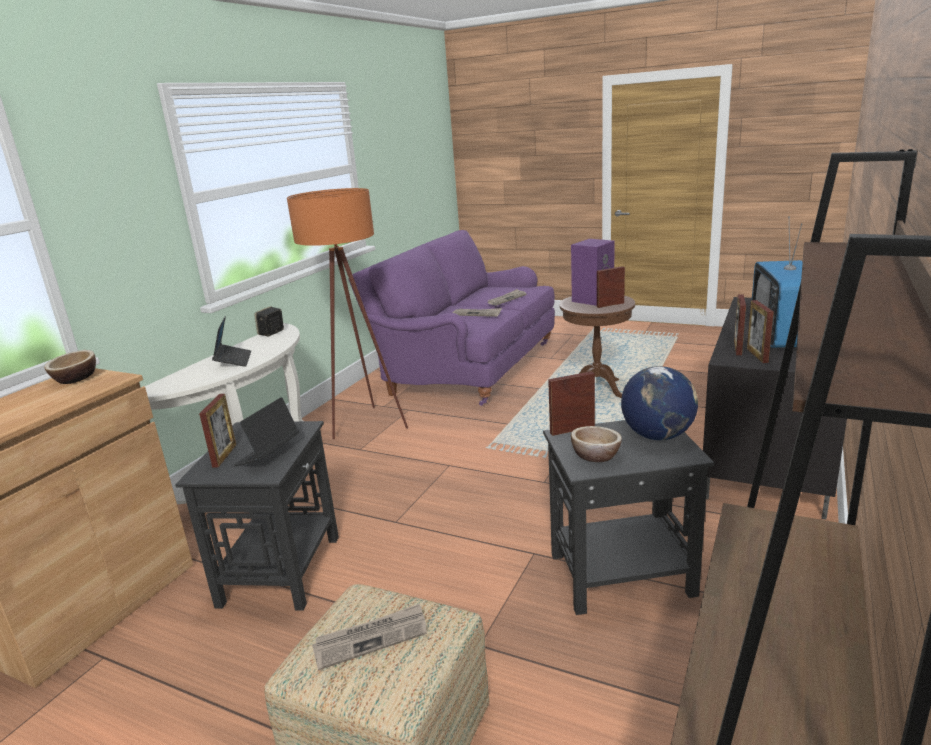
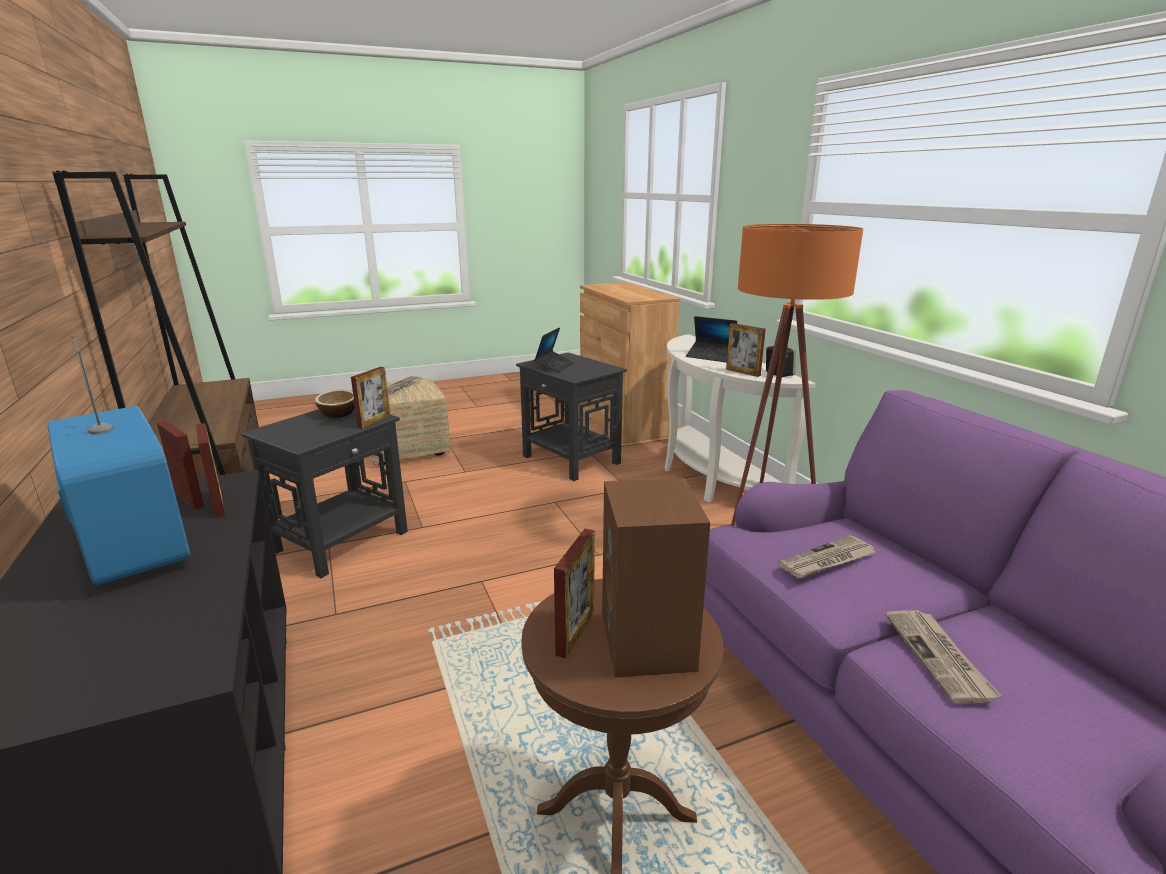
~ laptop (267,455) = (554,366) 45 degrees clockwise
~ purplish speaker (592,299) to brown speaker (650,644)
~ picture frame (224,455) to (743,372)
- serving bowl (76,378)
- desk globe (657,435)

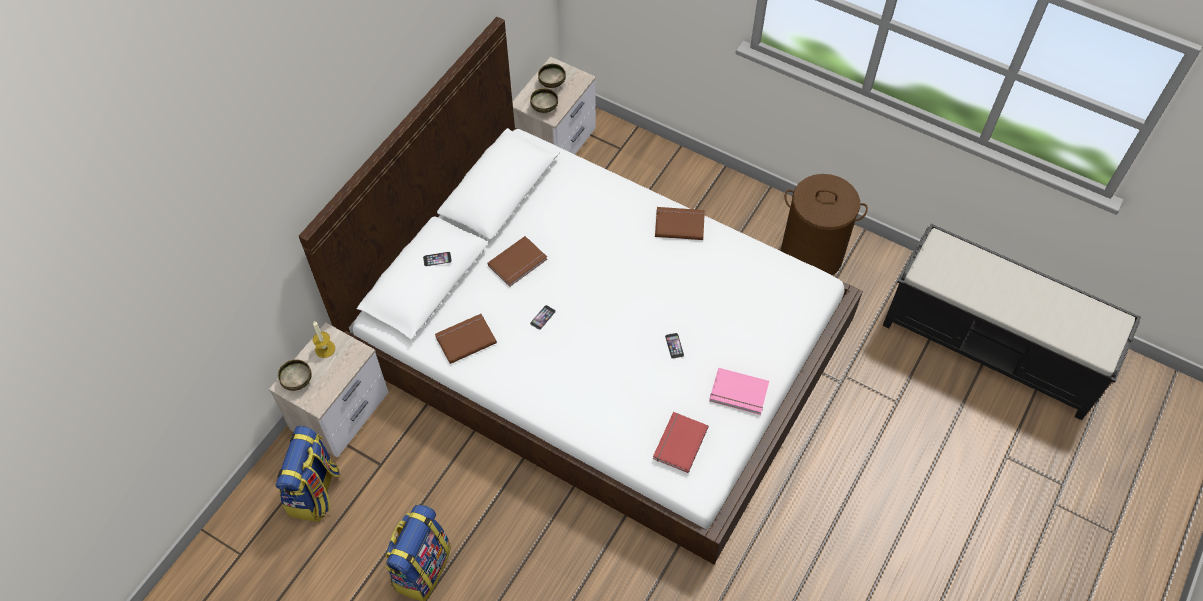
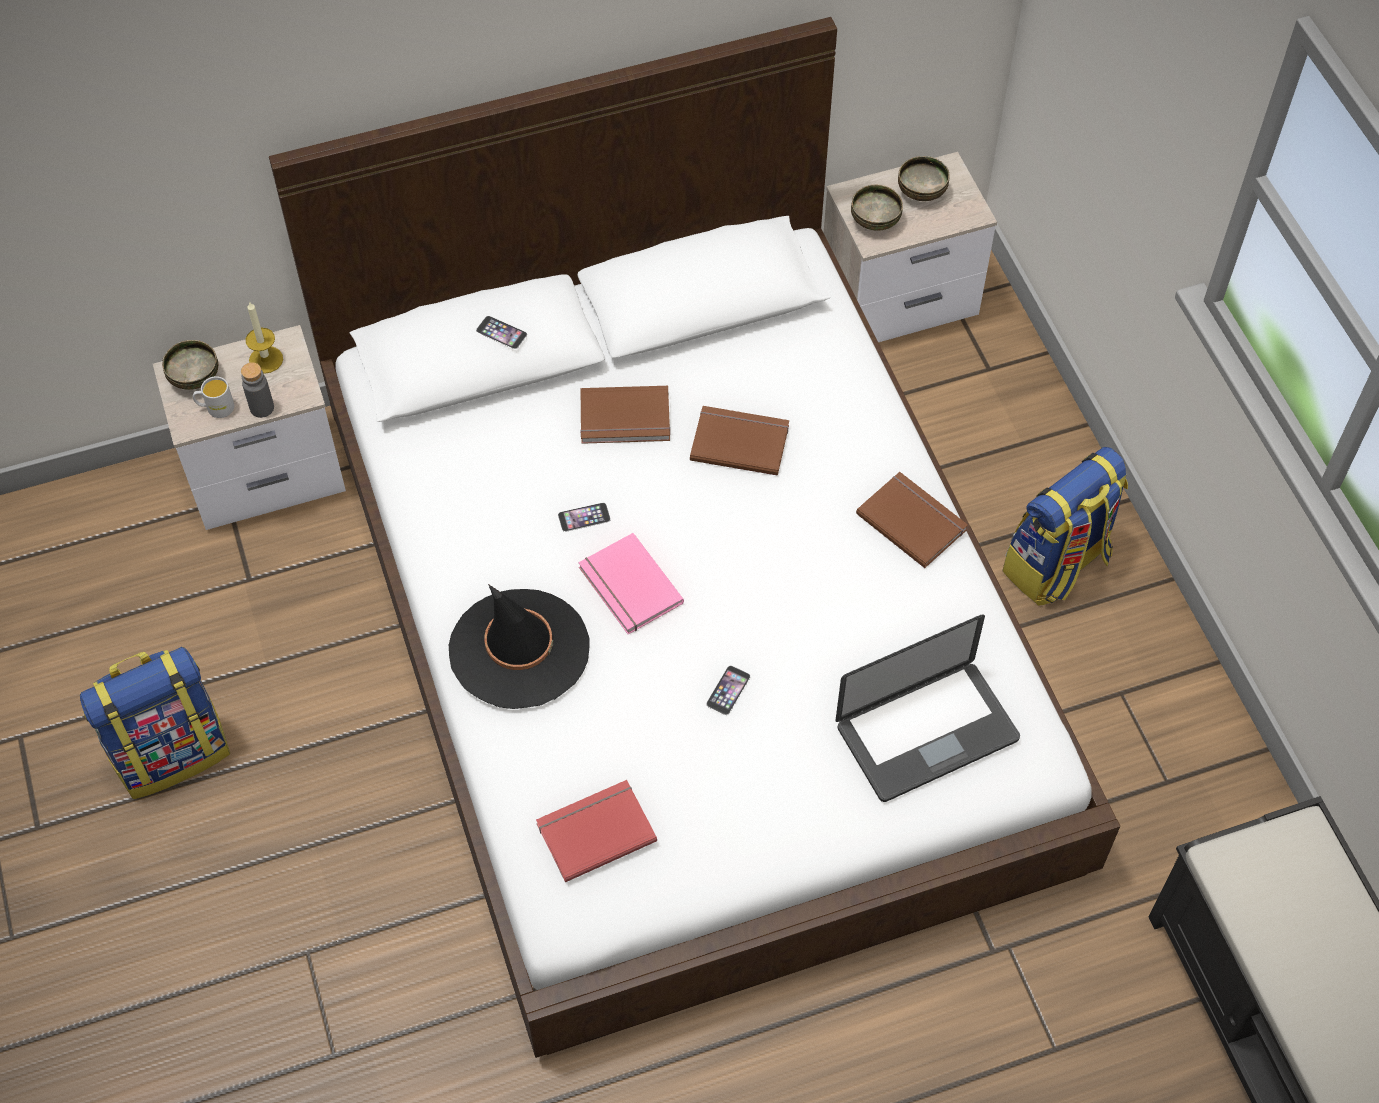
+ whitish coffee mug (215,408)
+ gray beverage bottle (262,408)
+ black-coloured clothing hat (519,649)
~ pinkish volume (738,394) to (628,587)
~ brown volume (465,338) to (739,440)
+ laptop (927,733)
~ knapsack (315,492) to (1057,565)
- brown washing basket (812,255)

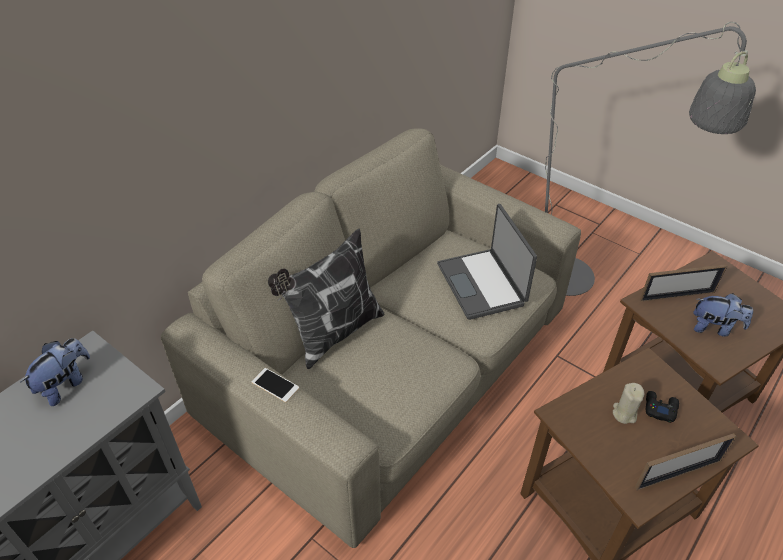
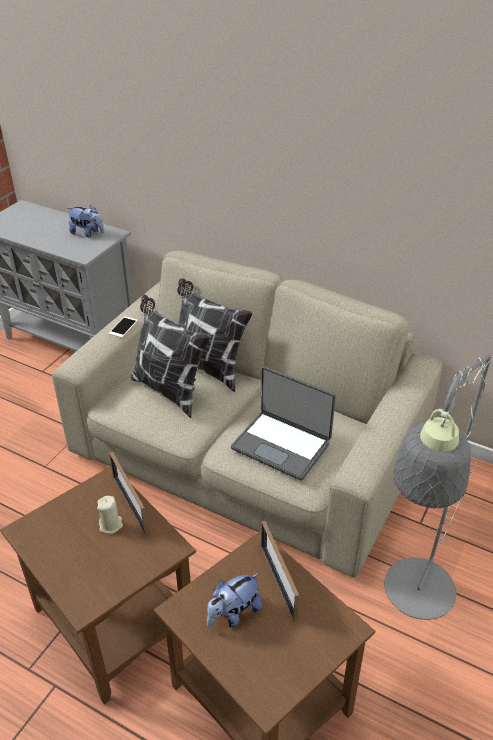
~ picture frame (678,473) to (130,504)
+ throw pillow (169,390)
~ plush toy (714,328) = (233,613) 45 degrees clockwise
~ laptop (482,284) = (282,444) 120 degrees counterclockwise
- black-coloured gamepad (659,408)

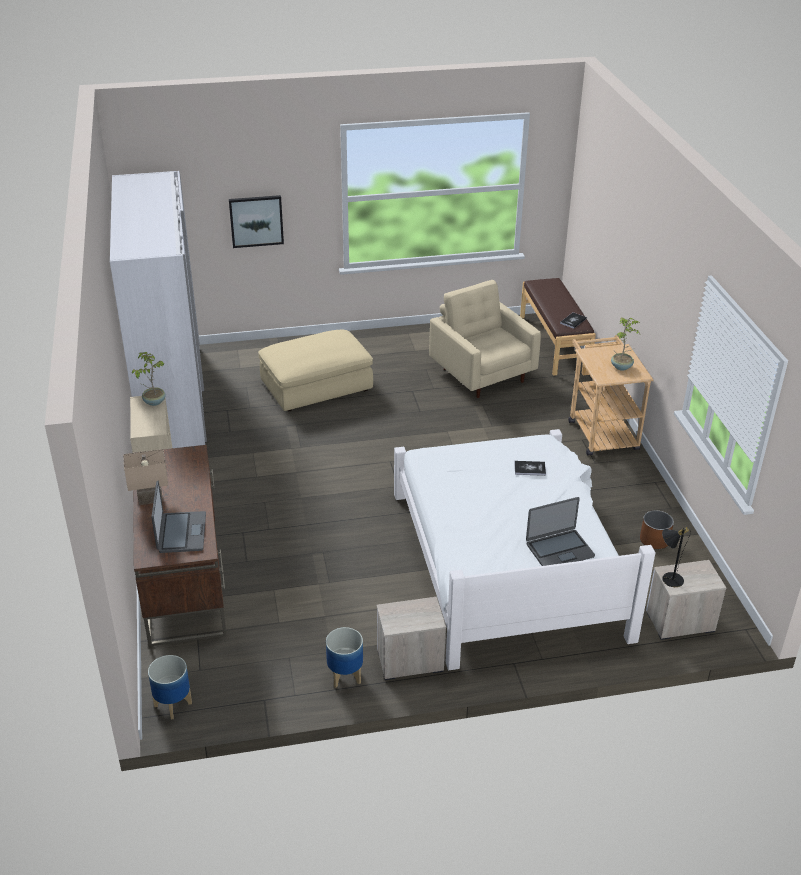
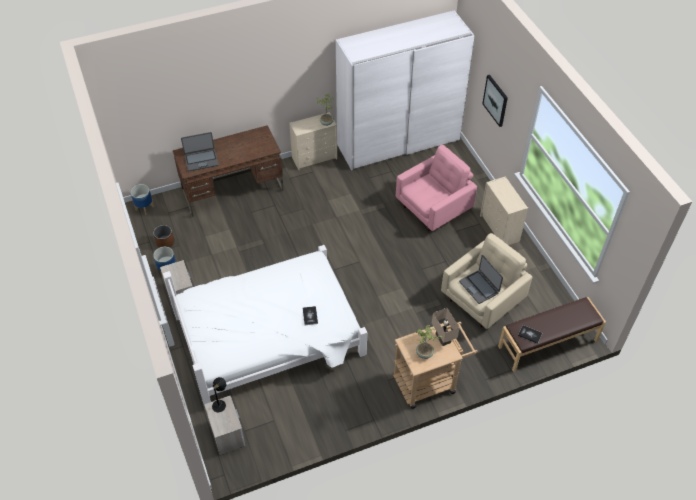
~ brown plant pot (654,540) to (165,242)
~ beige pouffe (317,386) to pinkish armchair (434,208)
~ beige tabletop lamp (150,499) to (442,338)
~ laptop (559,550) to (479,287)
+ beige drawer chest (499,229)

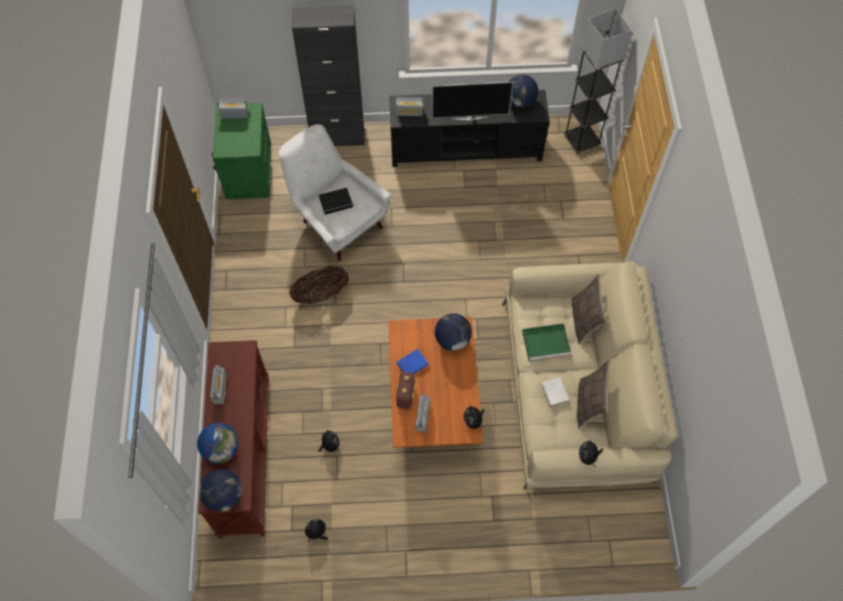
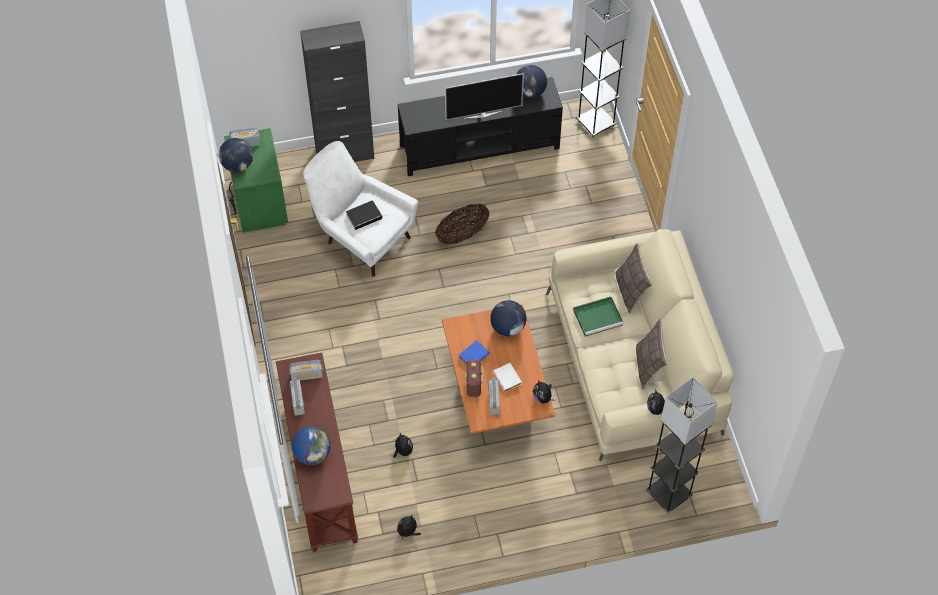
~ desk globe (224,496) to (238,165)
~ radio (409,112) to (307,375)
~ household basket (321,294) to (462,234)
~ whitish volume (555,393) to (508,379)
+ gray floor lamp (668,494)

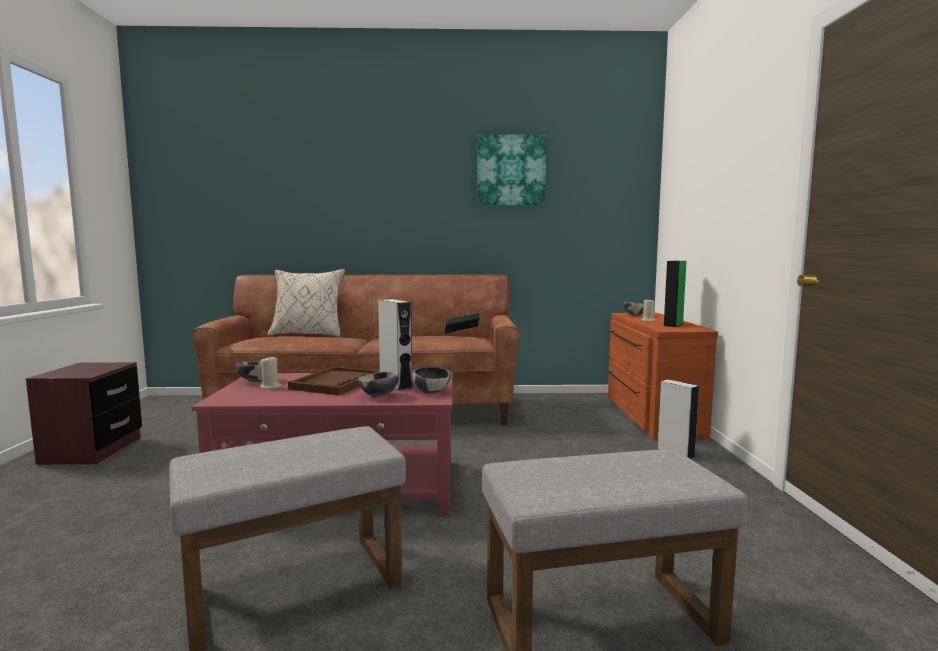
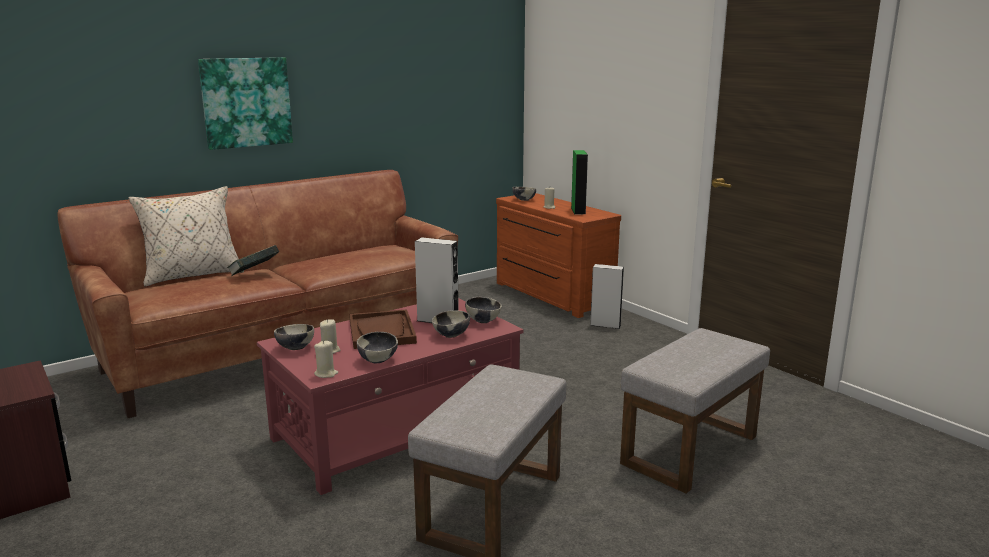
~ picture (511,170) to (246,102)
~ volume (461,334) to (254,274)
+ beige candle (326,374)
+ serving bowl (378,360)

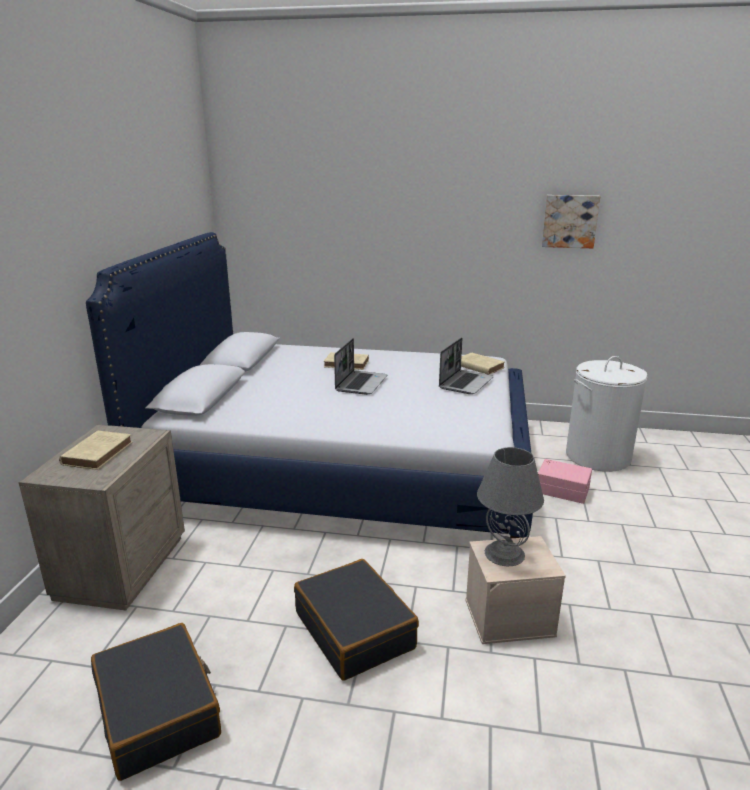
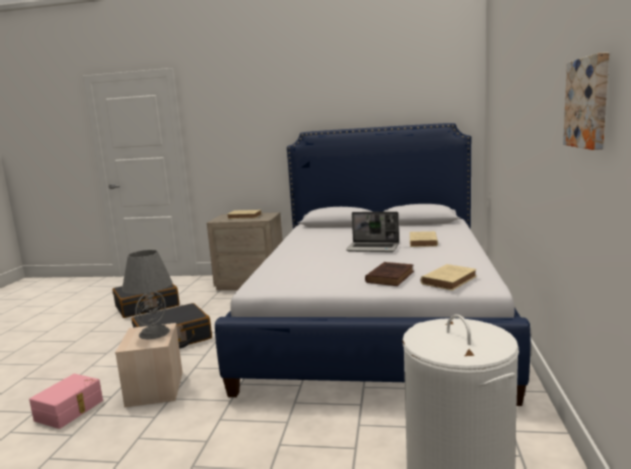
~ pinkish storage bin (562,489) to (70,410)
~ laptop (465,383) to brown volume (390,276)

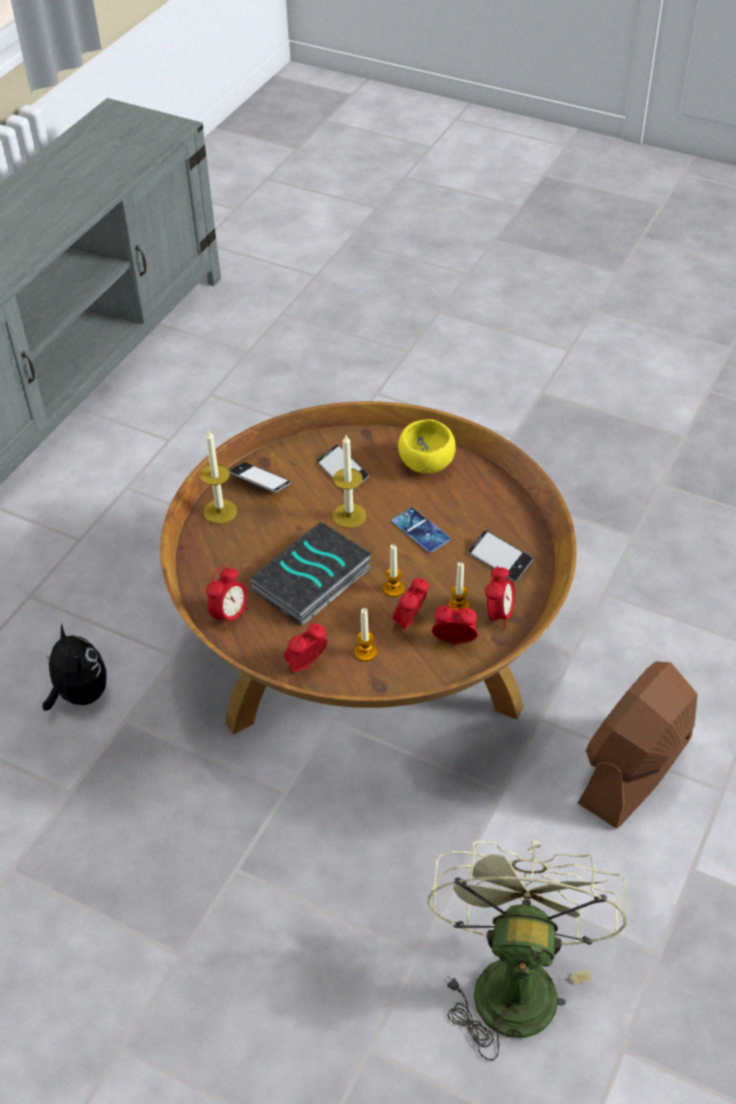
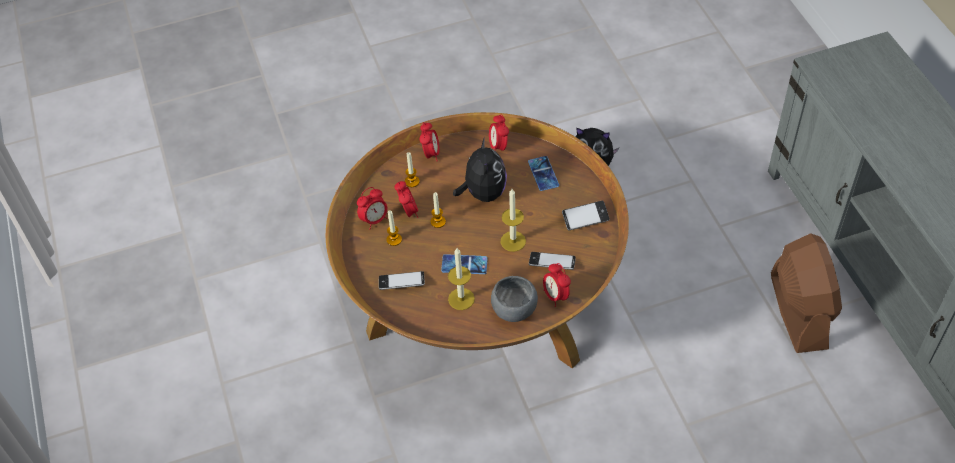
~ candle (220,511) to (461,299)
~ volume (312,581) to plush toy (483,193)
~ yellow serving bowl (425,463) to gray serving bowl (515,308)
+ handset (543,173)
~ bedside clock (498,614) to (556,296)
~ brown cooling fan (634,771) to (798,311)
- greenish cooling fan (512,977)

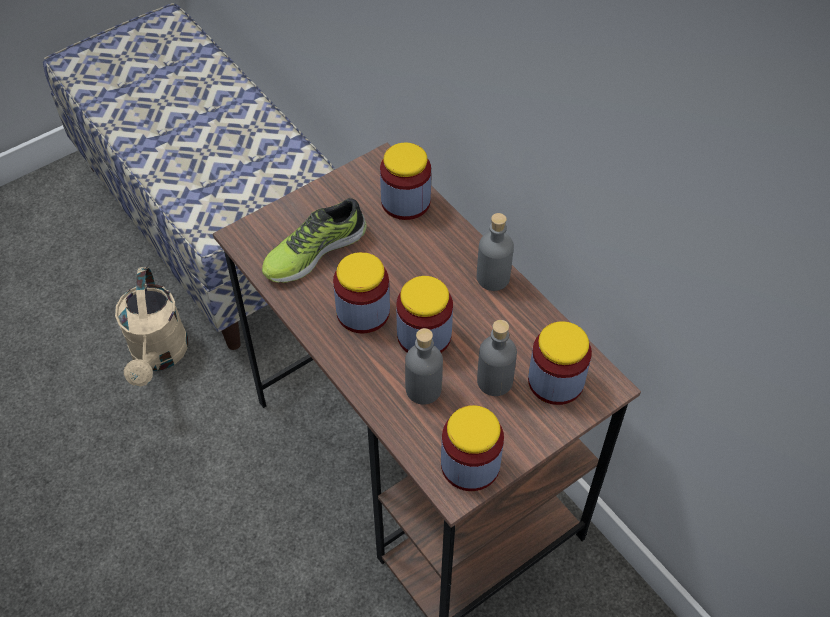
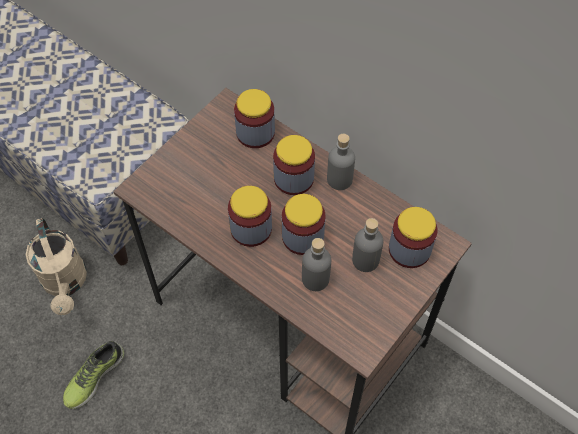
~ low shoe (314,251) to (93,376)
~ storage jar (470,465) to (293,178)

